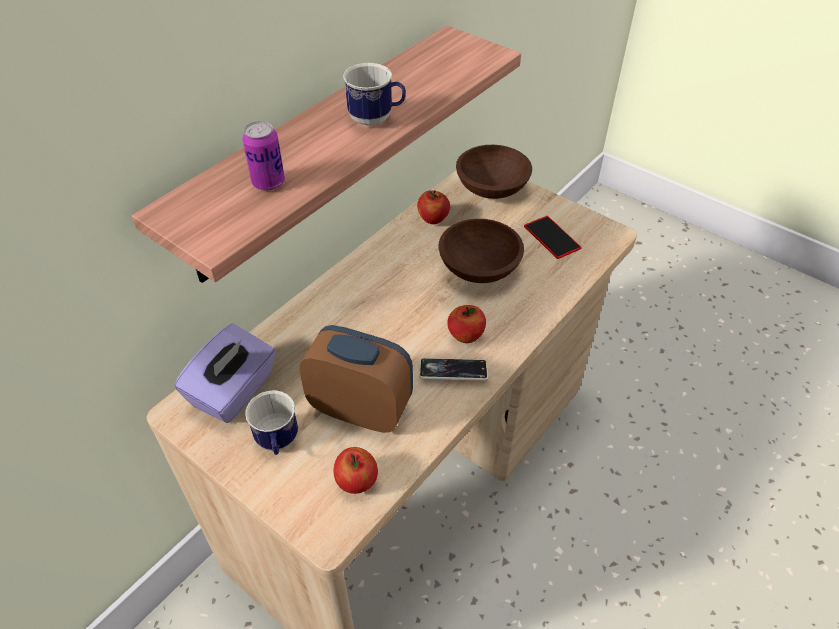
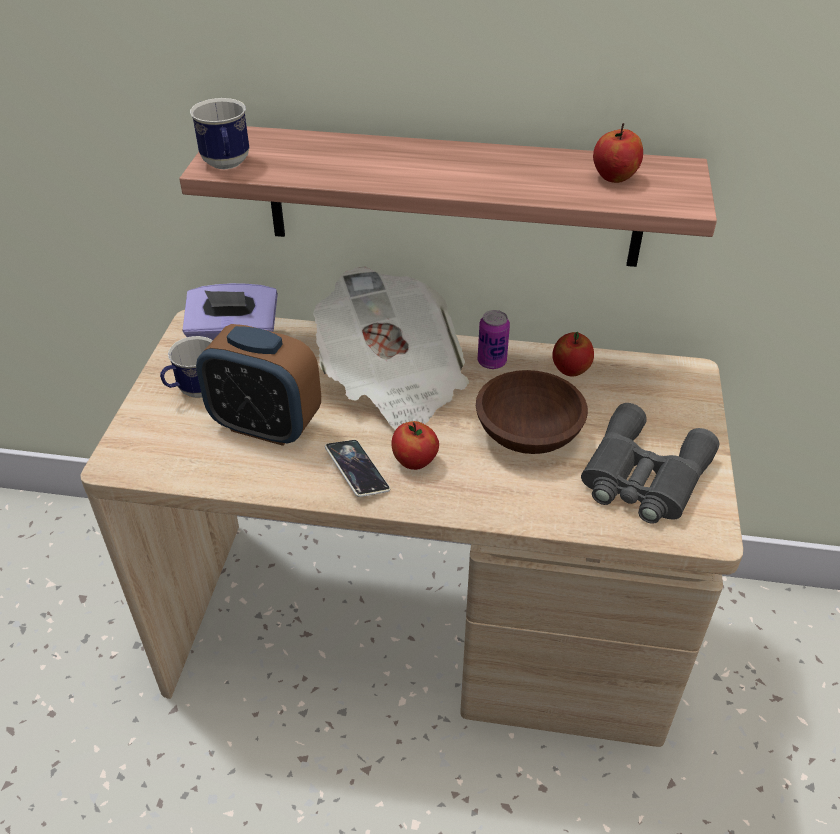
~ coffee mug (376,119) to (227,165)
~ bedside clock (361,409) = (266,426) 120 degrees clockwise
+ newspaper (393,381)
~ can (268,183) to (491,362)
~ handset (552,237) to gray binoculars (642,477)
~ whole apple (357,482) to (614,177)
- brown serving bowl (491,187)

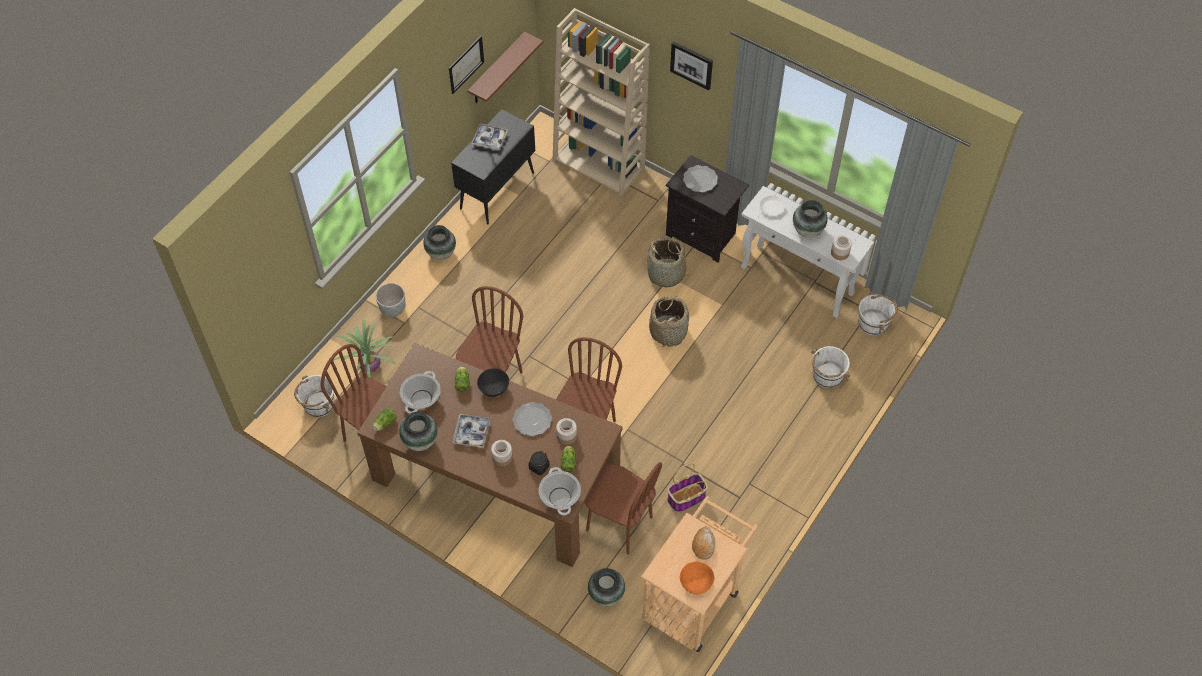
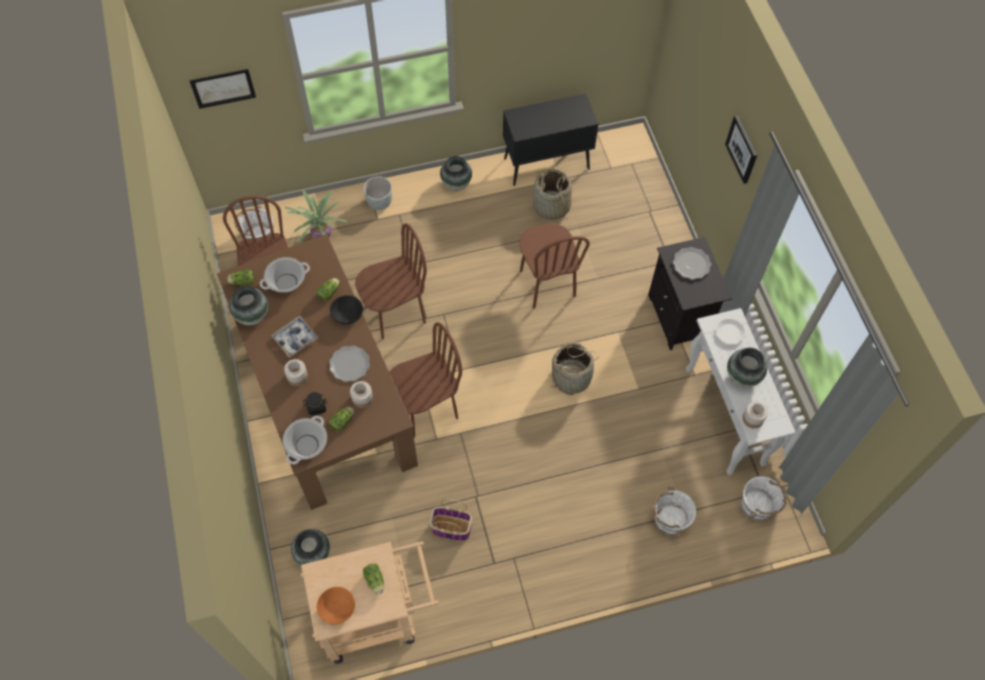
~ picture (466,64) to (223,88)
~ bakery bread (703,545) to lettuce head (375,581)
~ brown upright chair (619,524) to (546,284)
~ household basket (666,274) to (551,207)
- brown shelf (497,70)
- carrying tray (489,139)
- beige shelving unit (599,164)

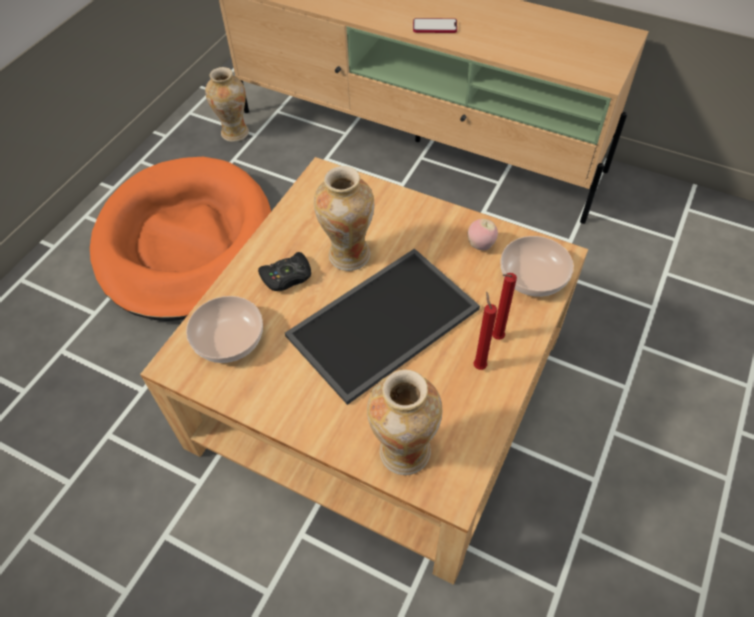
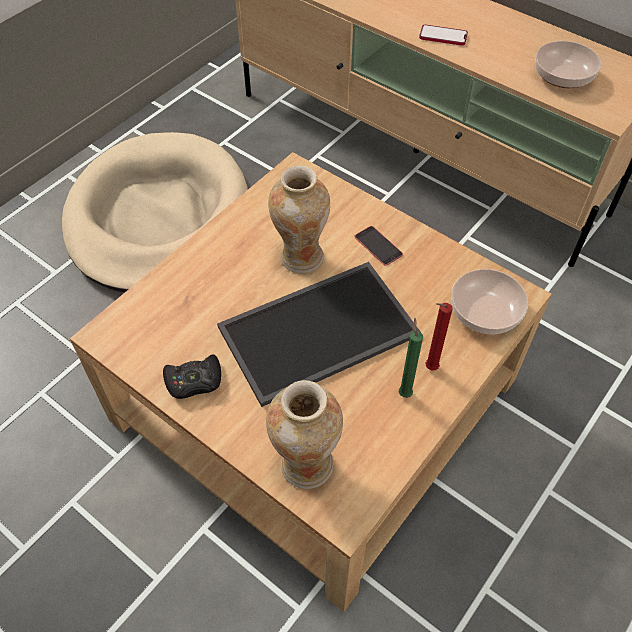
~ orange-coloured dog cushion (185,243) to beige dog cushion (158,218)
~ black-coloured gamepad (287,277) to (194,381)
+ handset (378,246)
~ red-coloured candle (478,365) to greenish candle (404,392)
~ serving bowl (228,338) to (561,76)
- flower vase (235,133)
- whole apple (480,245)

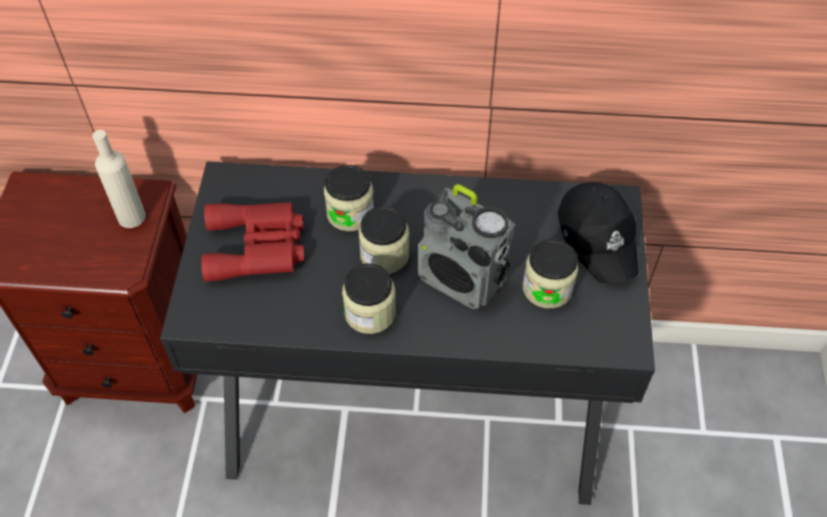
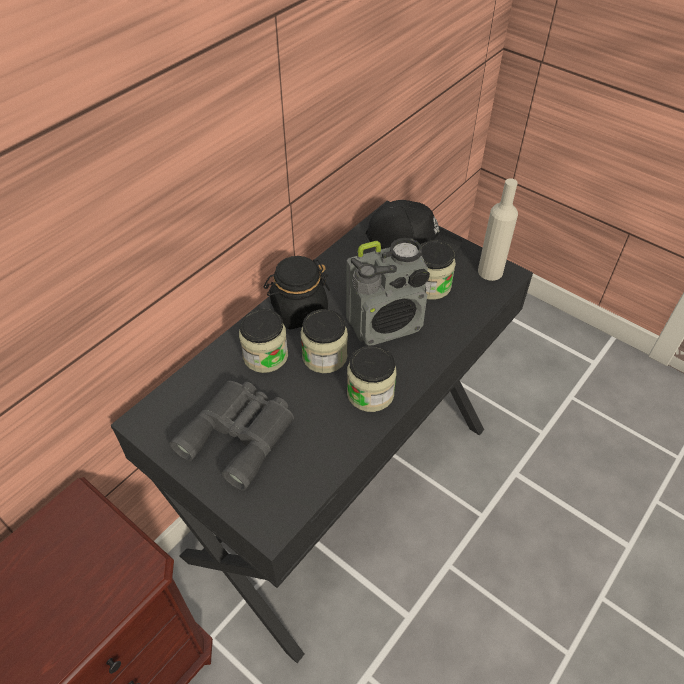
~ red-coloured binoculars (258,247) to gray binoculars (240,434)
+ black-coloured storage jar (299,311)
~ beige beverage bottle (131,217) to (490,271)

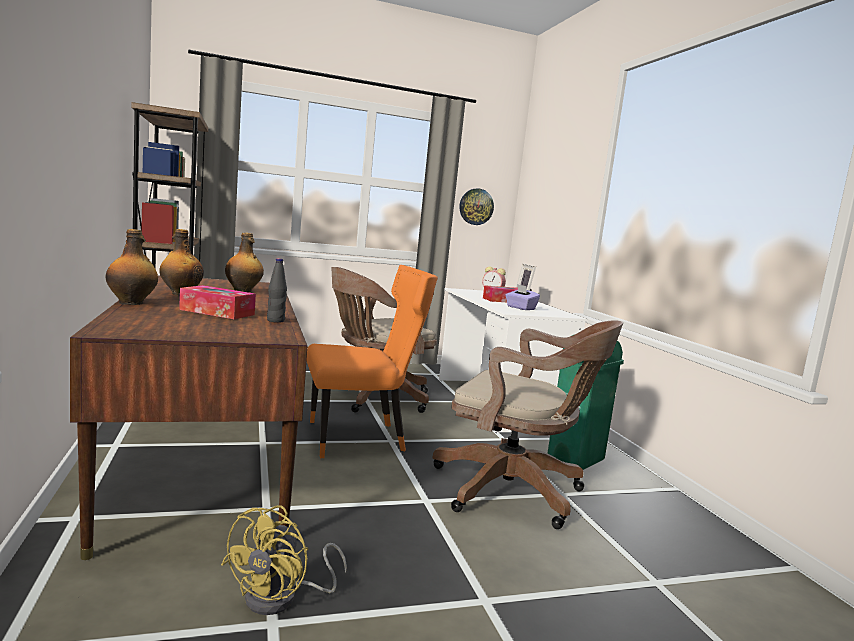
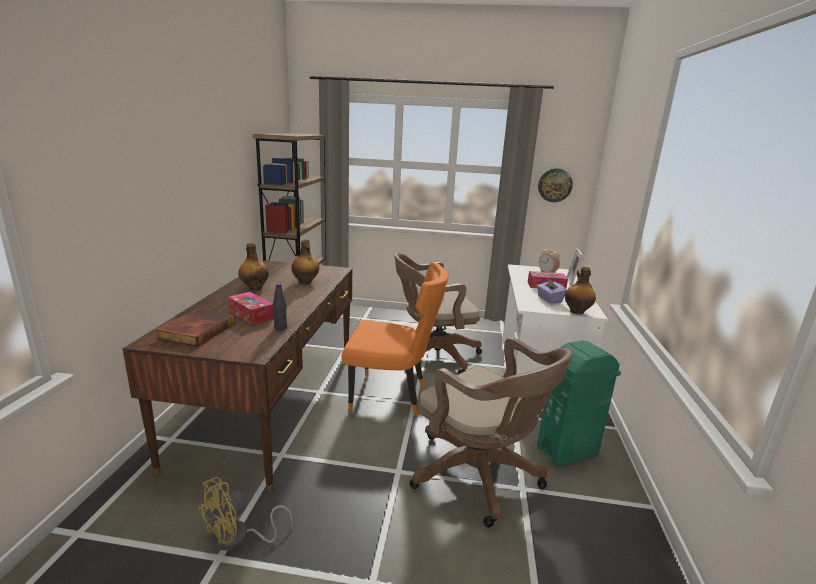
+ volume (196,330)
~ beverage bottle (132,303) to (577,312)

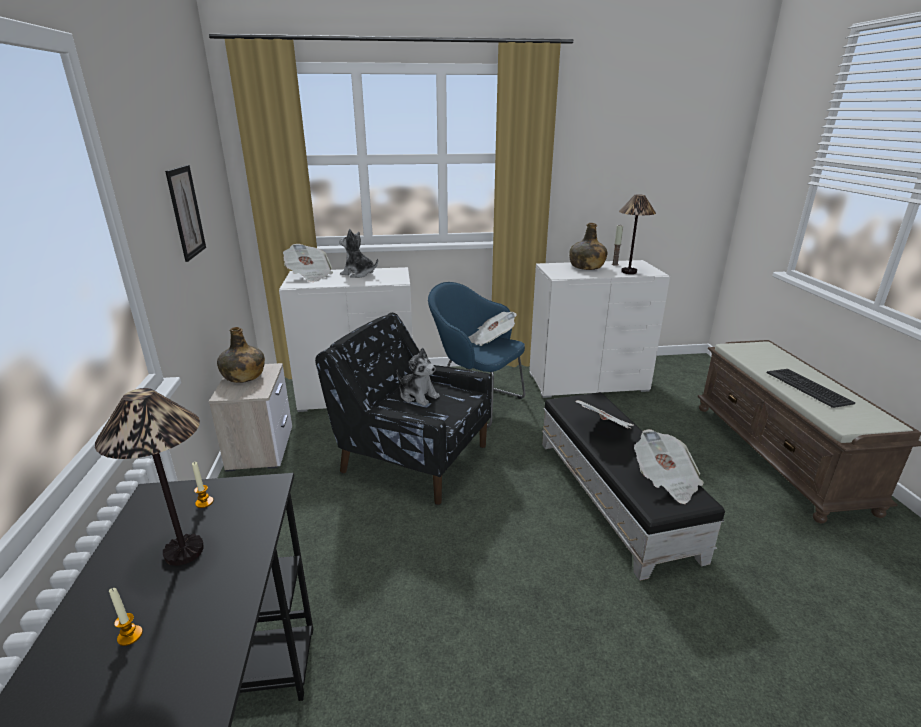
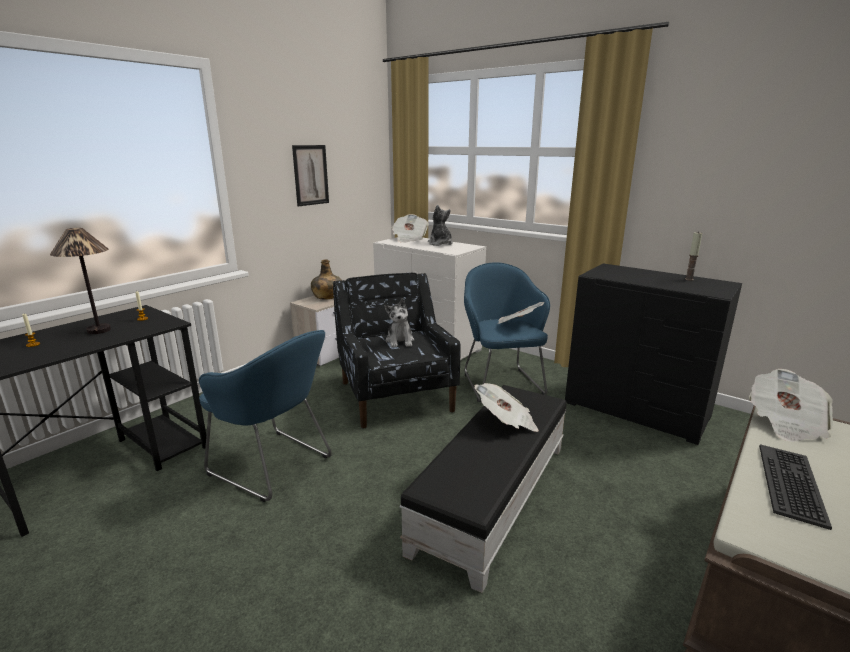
+ blue-coloured armchair (275,466)
~ whitish drawer chest (587,381) to black-coloured drawer chest (636,409)
~ newspaper (665,481) to (785,423)
- greenish beverage bottle (586,267)
- tabletop lamp (629,272)

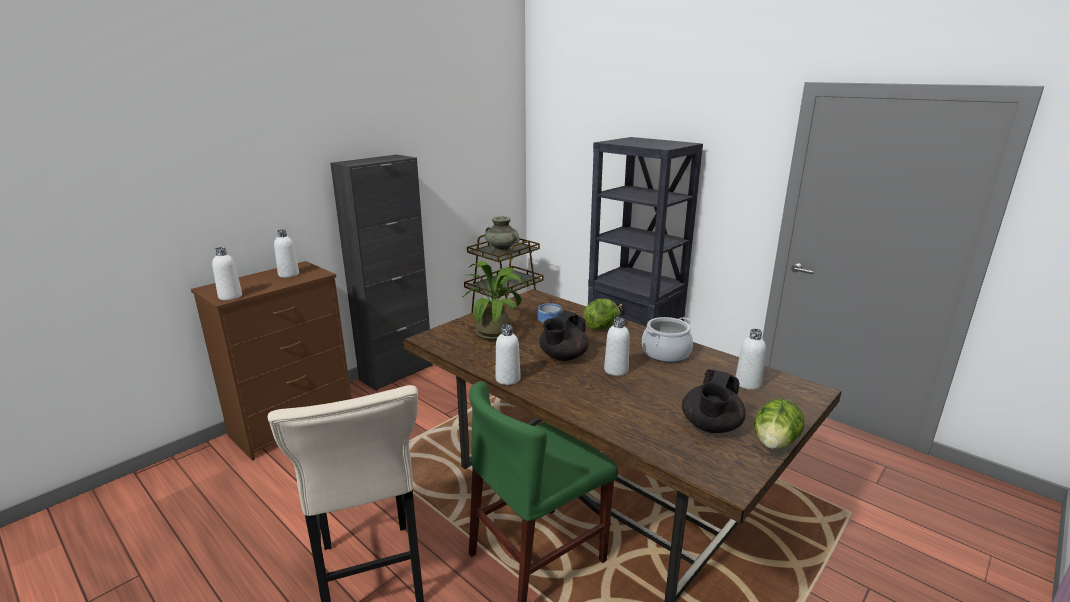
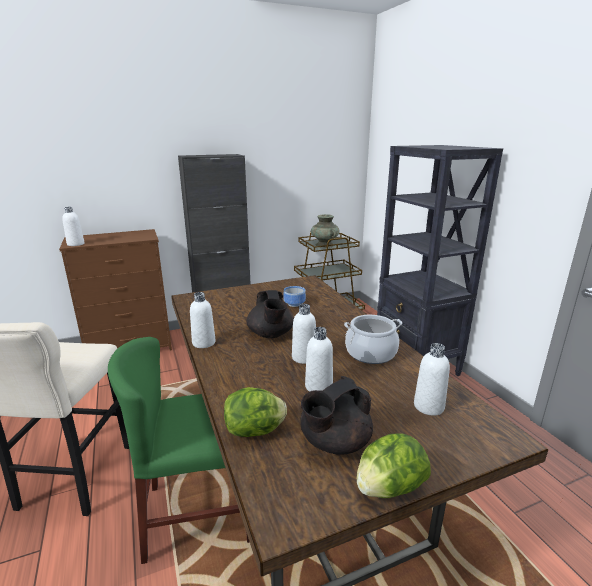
~ lettuce head (602,327) to (255,431)
~ black-coloured teapot (562,357) = (271,334) 75 degrees counterclockwise
~ whitish beverage bottle (288,274) to (318,386)
- houseplant (497,332)

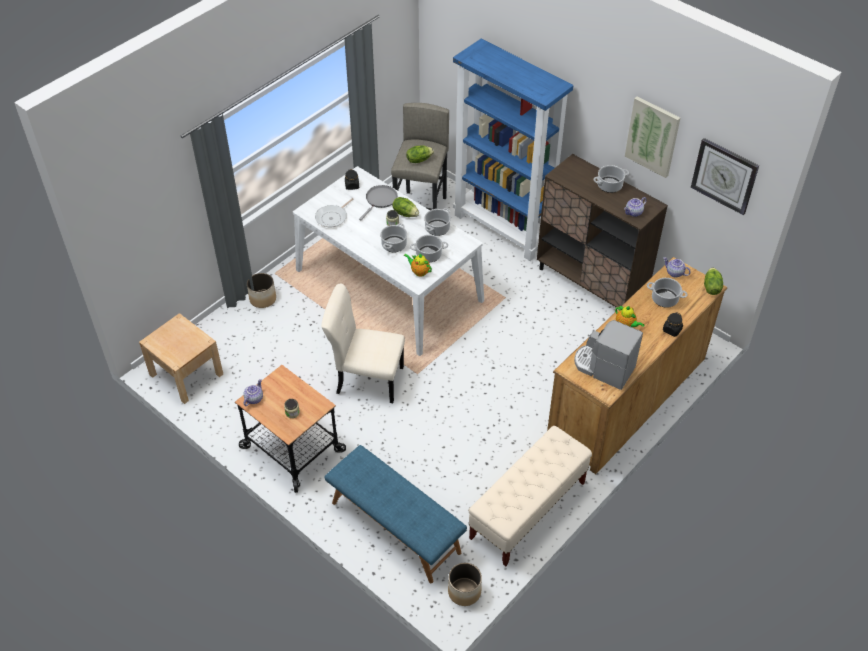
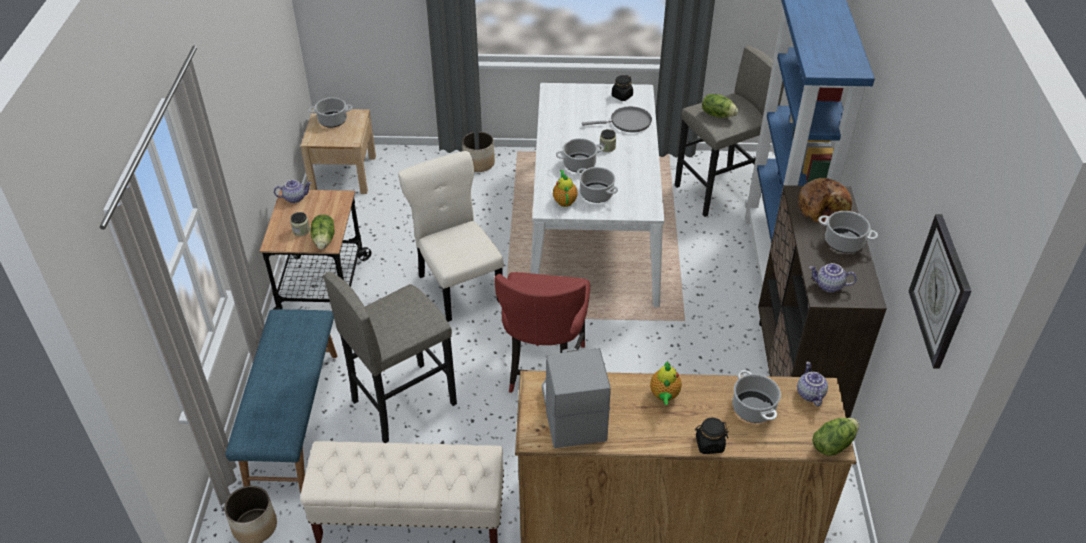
~ stockpot (437,228) to (333,120)
~ lettuce head (405,213) to (324,240)
+ gray stool (403,402)
+ red-coloured upright chair (543,369)
+ bakery bread (824,208)
- frying pan (333,217)
- picture (652,136)

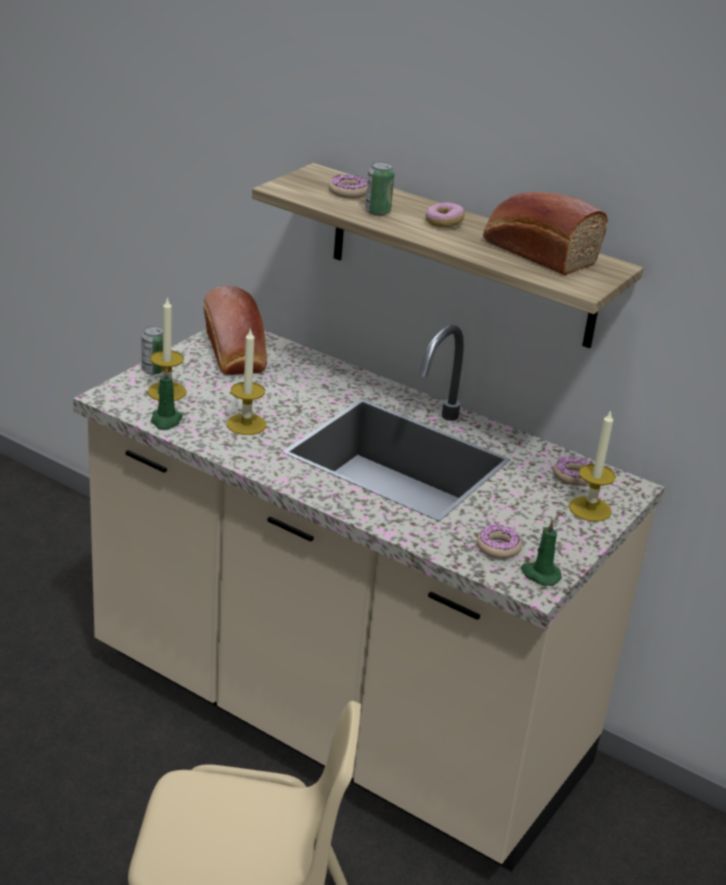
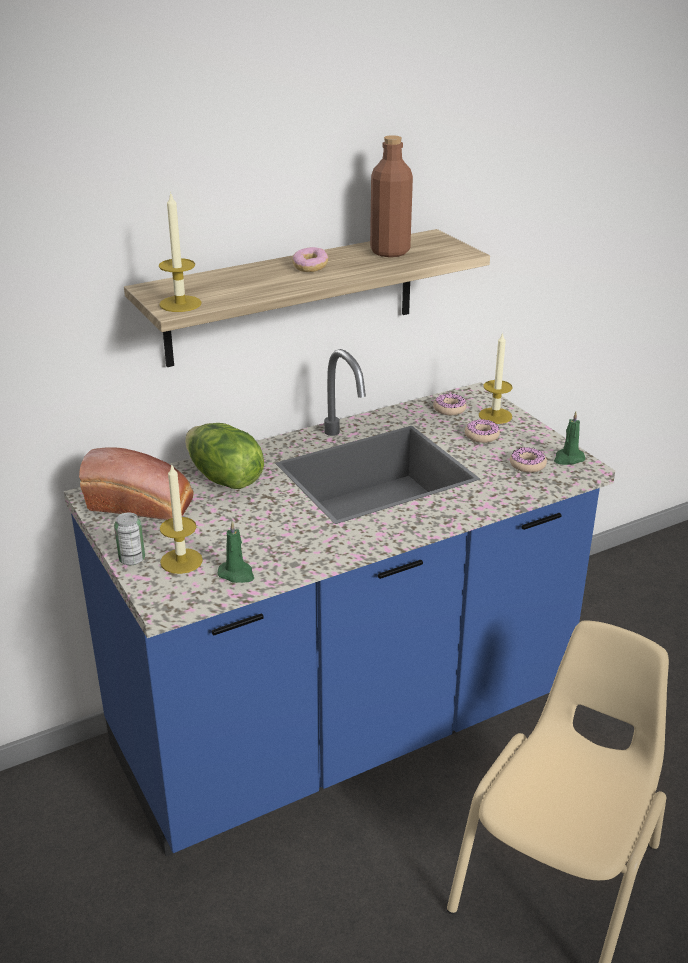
~ beige kitchen counter (336,716) to blue-coloured kitchen counter (344,729)
~ candle (246,424) to (180,304)
+ lettuce head (224,479)
~ bakery bread (536,252) to brown beverage bottle (390,251)
~ donut (348,192) to (481,436)
- can (377,212)

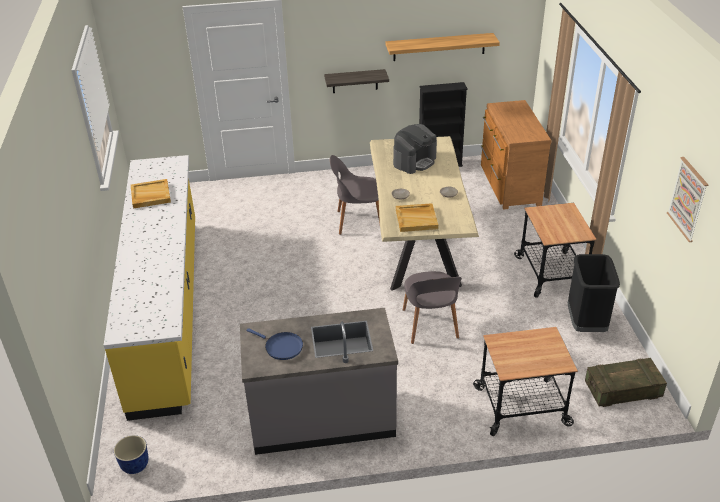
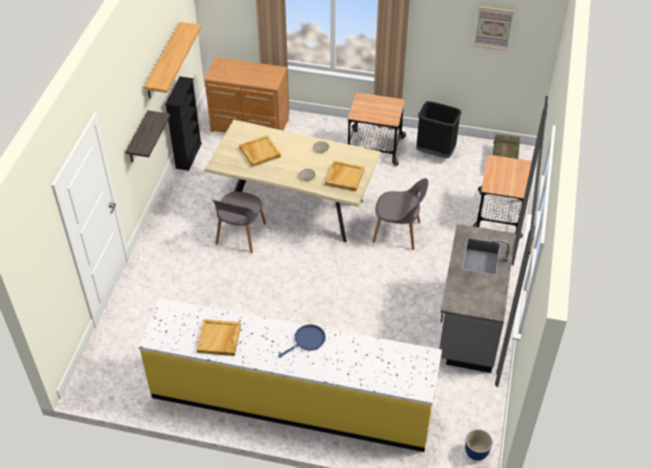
~ coffee brewer (414,161) to beige carrying tray (259,152)
~ blue-coloured frying pan (281,347) to (308,340)

